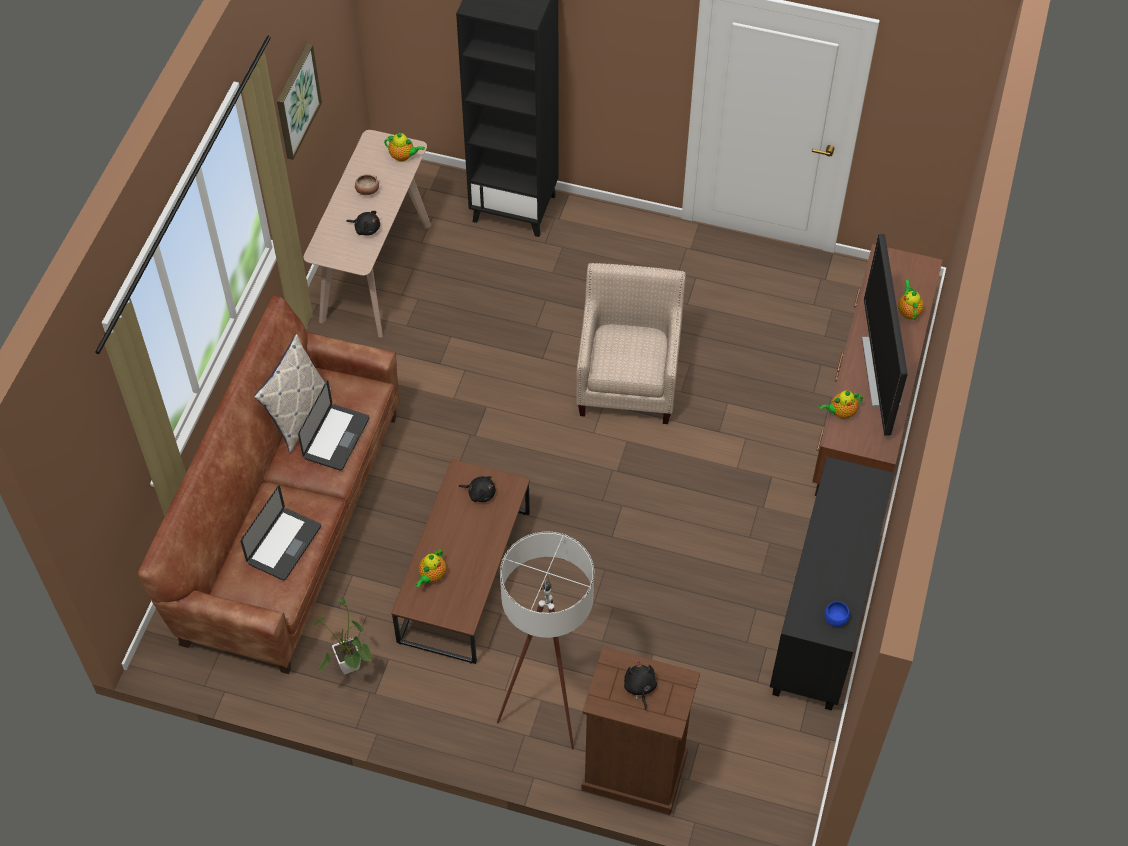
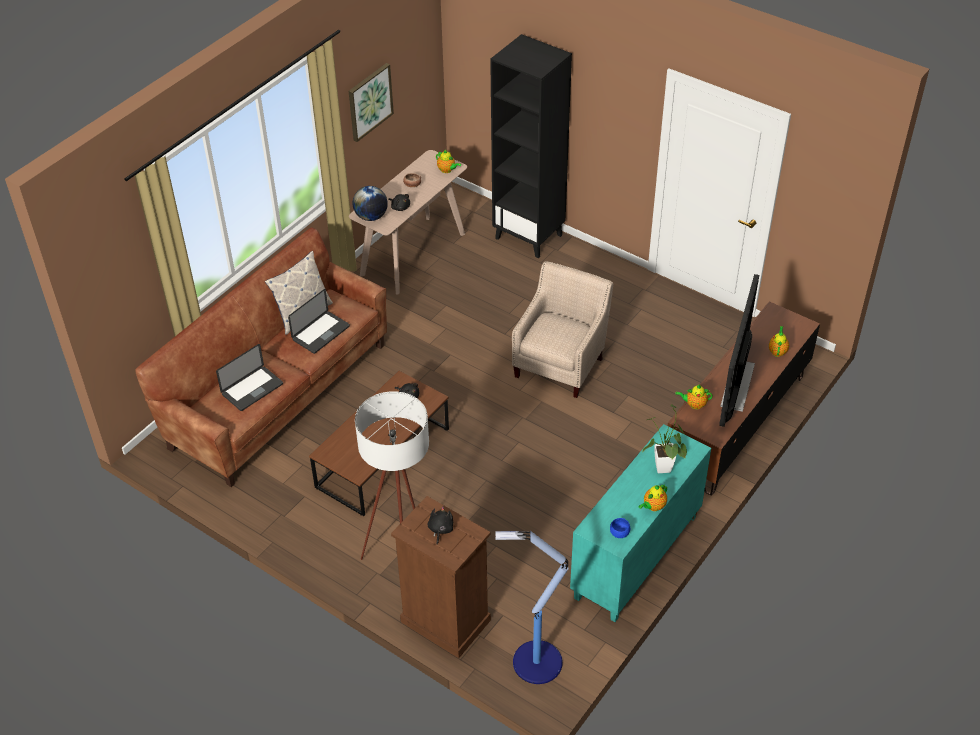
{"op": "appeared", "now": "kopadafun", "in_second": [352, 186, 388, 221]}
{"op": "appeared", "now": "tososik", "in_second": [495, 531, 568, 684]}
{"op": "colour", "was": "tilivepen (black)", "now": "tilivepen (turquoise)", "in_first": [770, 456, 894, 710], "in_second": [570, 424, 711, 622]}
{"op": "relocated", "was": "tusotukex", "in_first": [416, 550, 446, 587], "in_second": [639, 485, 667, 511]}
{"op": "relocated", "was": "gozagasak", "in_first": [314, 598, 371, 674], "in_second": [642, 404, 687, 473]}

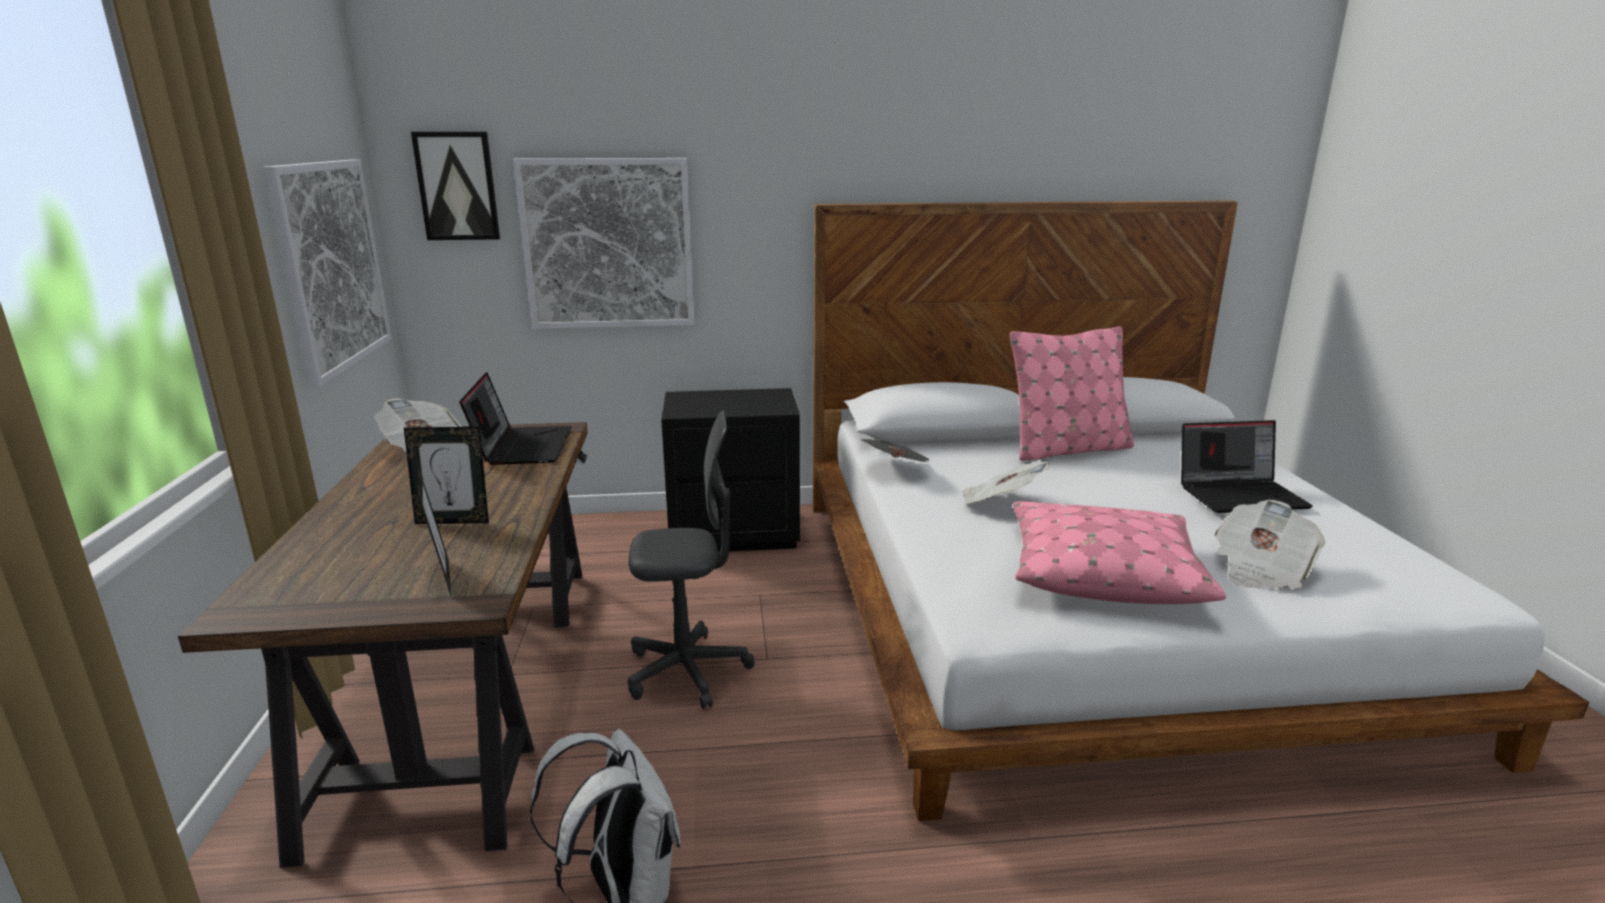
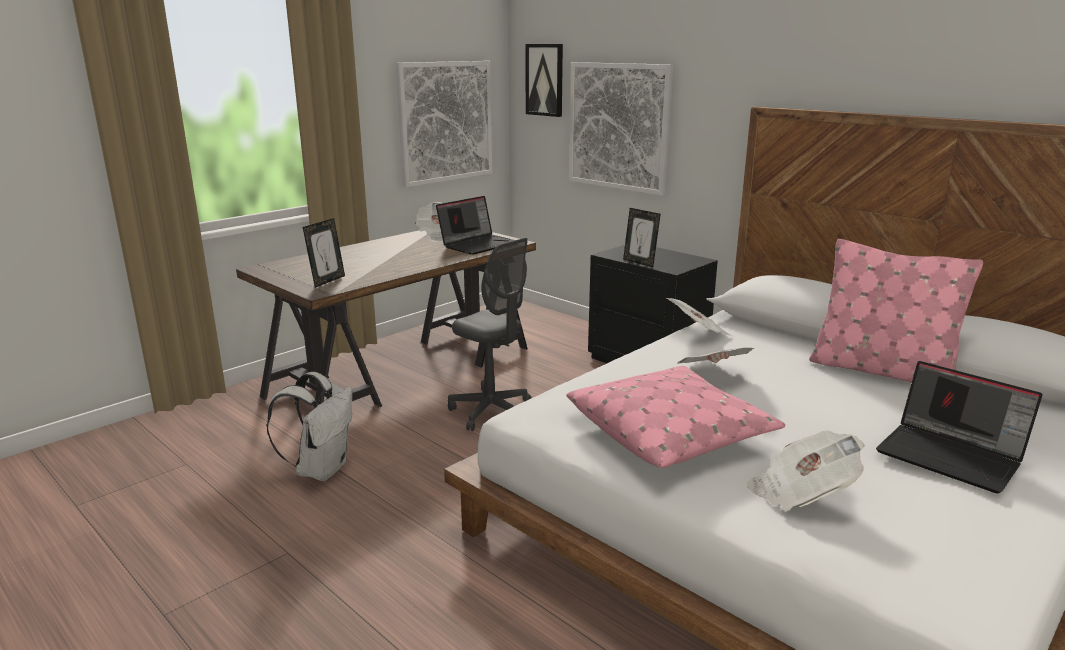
{"op": "relocated", "was": "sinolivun", "in_first": [404, 427, 489, 524], "in_second": [623, 208, 661, 267]}

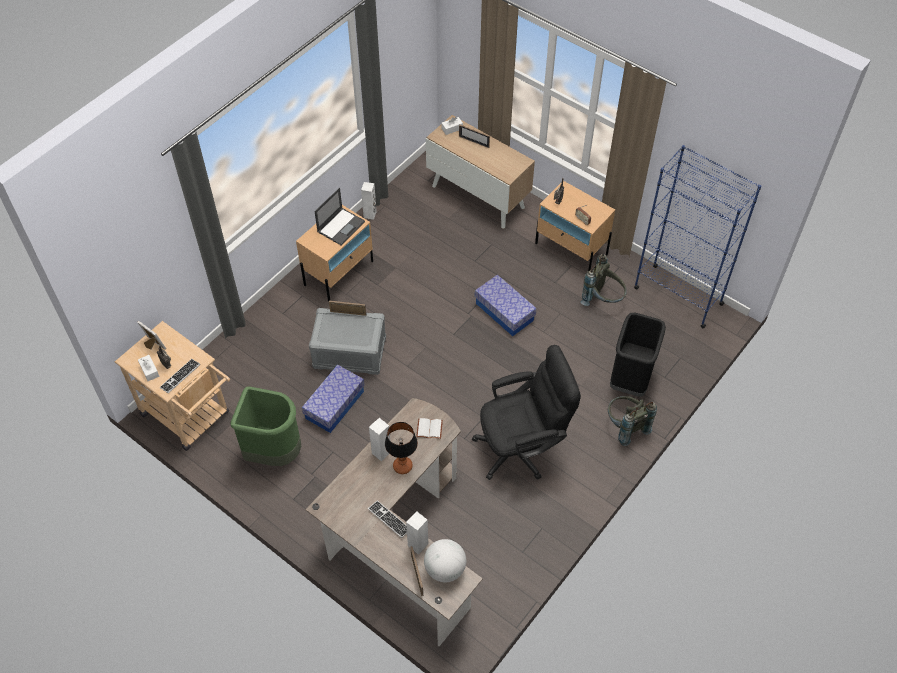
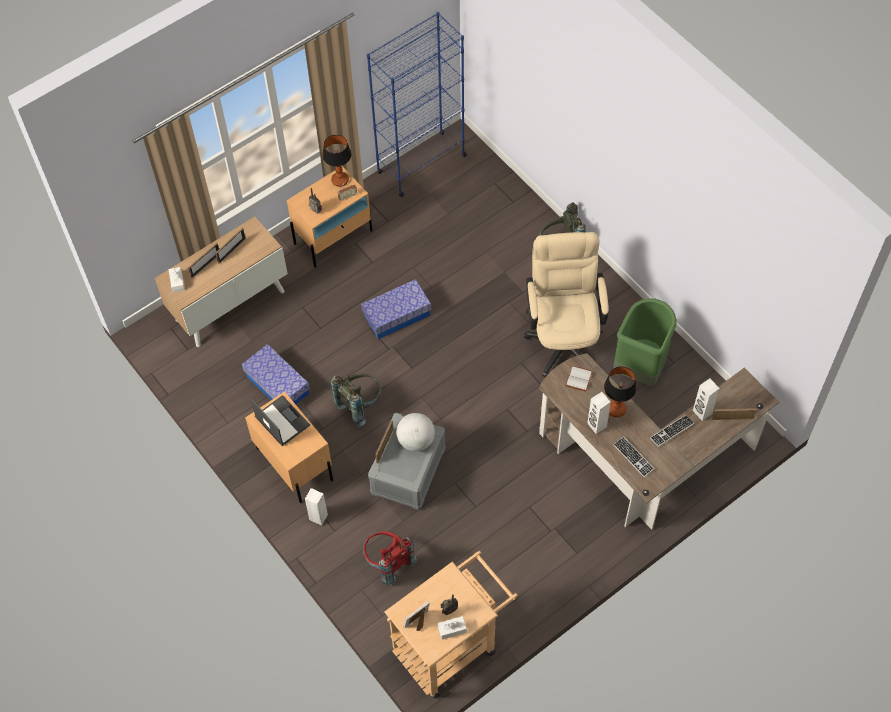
{"op": "appeared", "now": "sinolivun", "in_second": [215, 228, 246, 264]}
{"op": "relocated", "was": "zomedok", "in_first": [302, 365, 365, 433], "in_second": [242, 344, 310, 404]}
{"op": "relocated", "was": "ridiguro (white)", "in_first": [361, 182, 377, 220], "in_second": [305, 488, 328, 525]}
{"op": "appeared", "now": "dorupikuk", "in_second": [322, 135, 351, 187]}
{"op": "relocated", "was": "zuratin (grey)", "in_first": [580, 254, 627, 306], "in_second": [331, 373, 381, 427]}
{"op": "appeared", "now": "zuratin (red)", "in_second": [363, 531, 417, 586]}
{"op": "relocated", "was": "kopadafun", "in_first": [424, 539, 466, 582], "in_second": [396, 413, 435, 452]}
{"op": "colour", "was": "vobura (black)", "now": "vobura (beige)", "in_first": [472, 345, 581, 480], "in_second": [524, 232, 609, 377]}
{"op": "relocated", "was": "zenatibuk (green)", "in_first": [230, 386, 301, 466], "in_second": [613, 298, 677, 386]}
{"op": "relocated", "was": "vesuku", "in_first": [160, 359, 200, 393], "in_second": [613, 436, 654, 477]}
{"op": "missing", "was": "zenatibuk (black)", "in_first": [610, 313, 666, 397]}

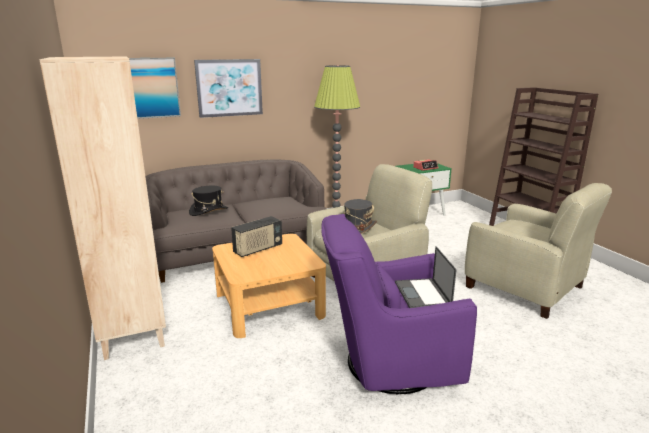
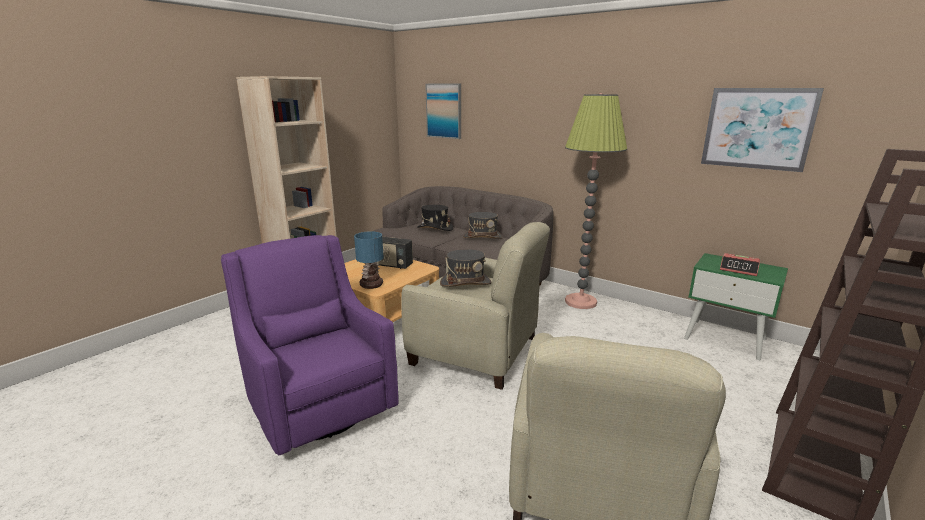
{"op": "appeared", "now": "dorupikuk", "in_second": [354, 231, 384, 289]}
{"op": "appeared", "now": "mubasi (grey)", "in_second": [463, 212, 503, 239]}
{"op": "relocated", "was": "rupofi", "in_first": [194, 59, 263, 118], "in_second": [701, 88, 824, 172]}
{"op": "missing", "was": "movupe", "in_first": [395, 246, 457, 308]}

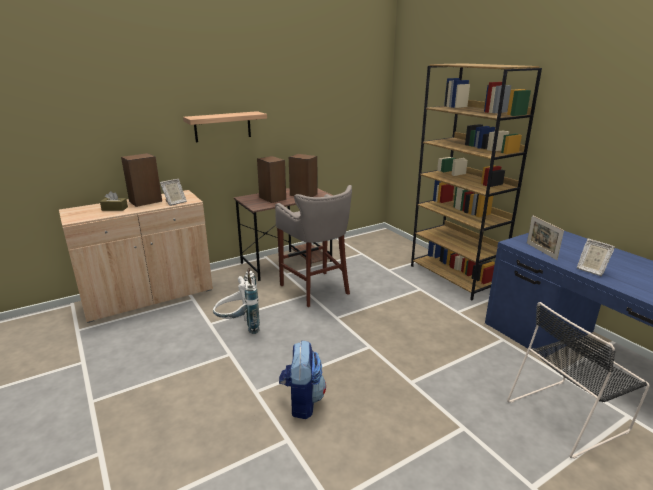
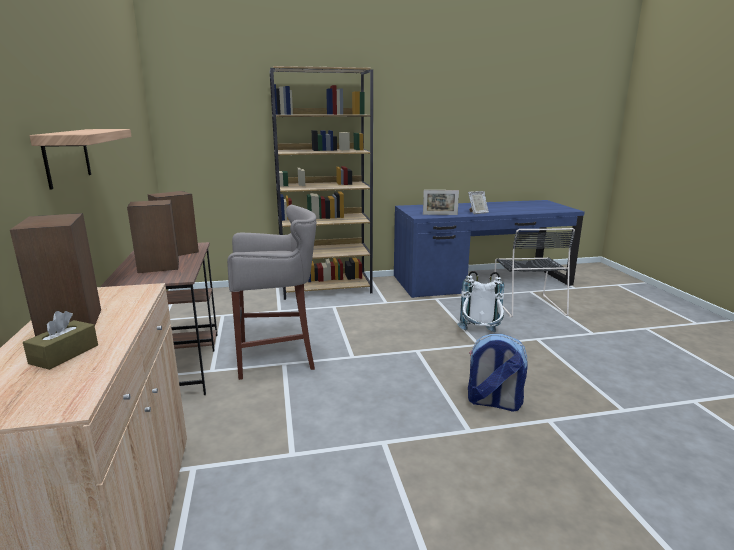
{"op": "relocated", "was": "zuratin (white)", "in_first": [213, 268, 260, 334], "in_second": [457, 271, 504, 332]}
{"op": "missing", "was": "sinolivun", "in_first": [160, 179, 187, 206]}

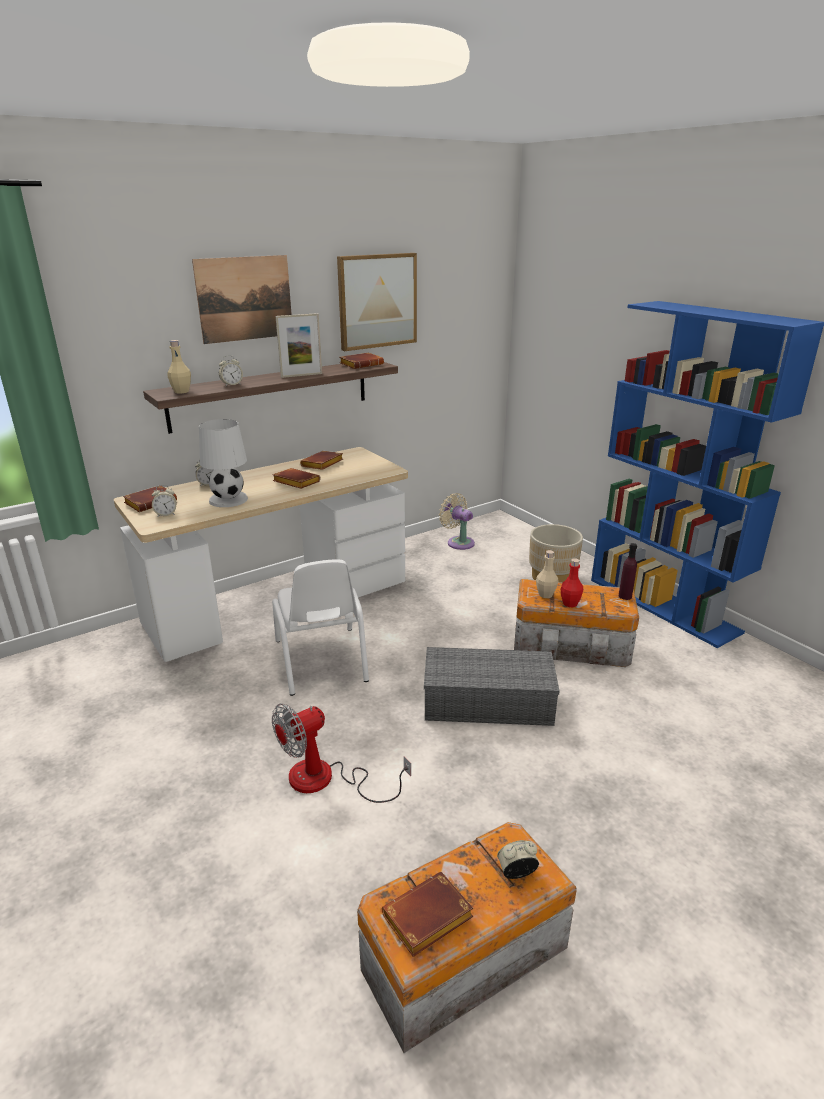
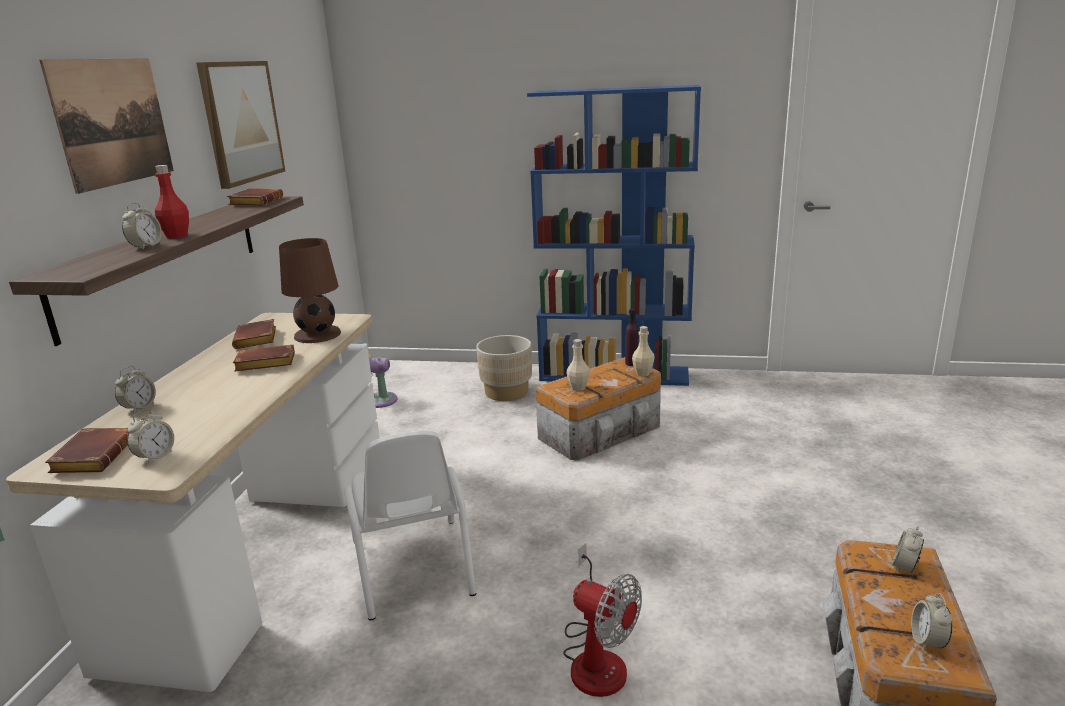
{"op": "relocated", "was": "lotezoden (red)", "in_first": [561, 558, 583, 607], "in_second": [155, 165, 189, 239]}
{"op": "appeared", "now": "dorupikuk (brown)", "in_second": [279, 238, 341, 343]}
{"op": "spun", "was": "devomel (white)", "in_first": [272, 559, 369, 696], "in_second": [344, 430, 476, 620], "clockwise": 45}
{"op": "spun", "was": "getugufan", "in_first": [272, 704, 411, 803], "in_second": [563, 543, 642, 697], "clockwise": -60}
{"op": "relocated", "was": "lotezoden (beige)", "in_first": [167, 340, 191, 393], "in_second": [632, 326, 655, 376]}
{"op": "exchanged", "was": "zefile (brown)", "now": "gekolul", "in_first": [382, 872, 473, 957], "in_second": [911, 593, 952, 651]}
{"op": "missing", "was": "dorupikuk (white)", "in_first": [199, 419, 248, 507]}
{"op": "missing", "was": "sinolivun", "in_first": [276, 313, 322, 378]}
{"op": "missing", "was": "zomedok (grey)", "in_first": [424, 647, 560, 726]}

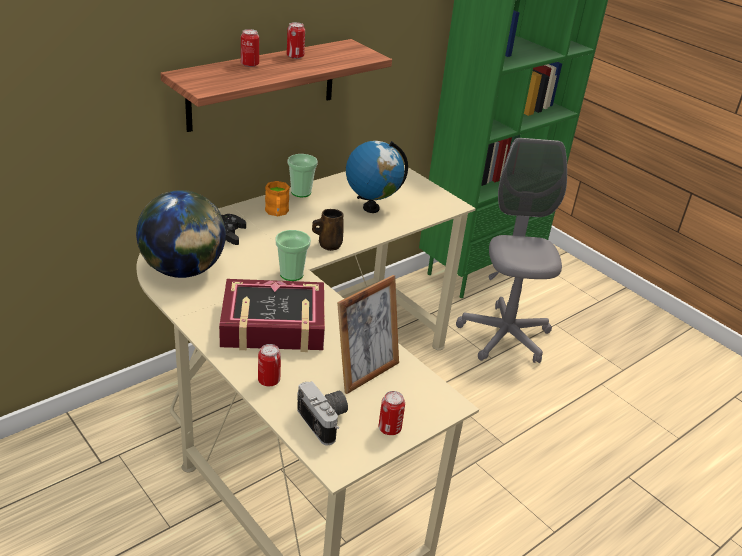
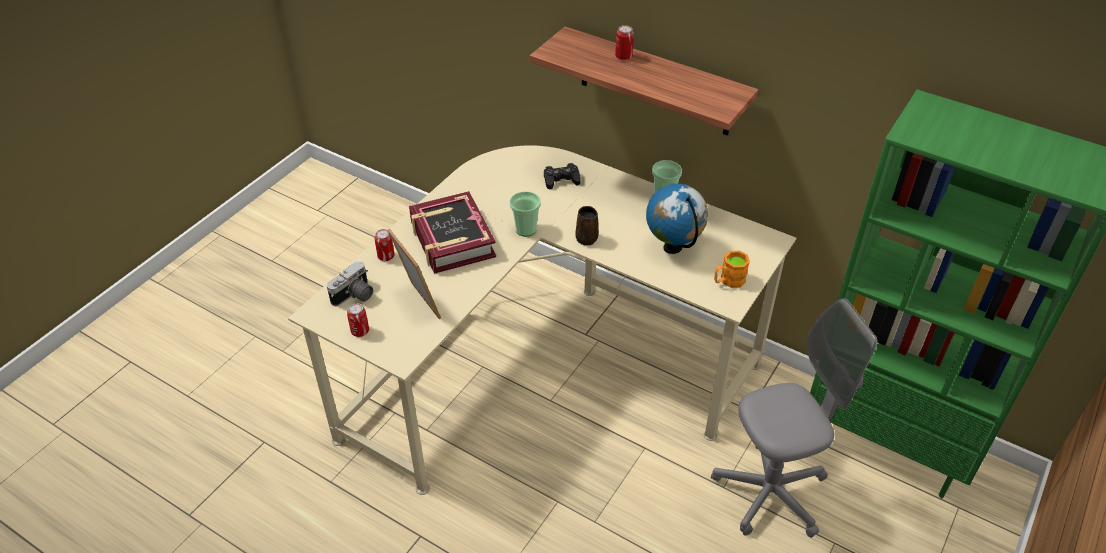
{"op": "spun", "was": "sinolivun", "in_first": [337, 275, 399, 394], "in_second": [388, 229, 441, 319], "clockwise": -150}
{"op": "relocated", "was": "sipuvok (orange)", "in_first": [265, 181, 290, 216], "in_second": [714, 251, 750, 288]}
{"op": "missing", "was": "kopadafun", "in_first": [136, 190, 226, 278]}
{"op": "missing", "was": "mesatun", "in_first": [287, 22, 305, 59]}

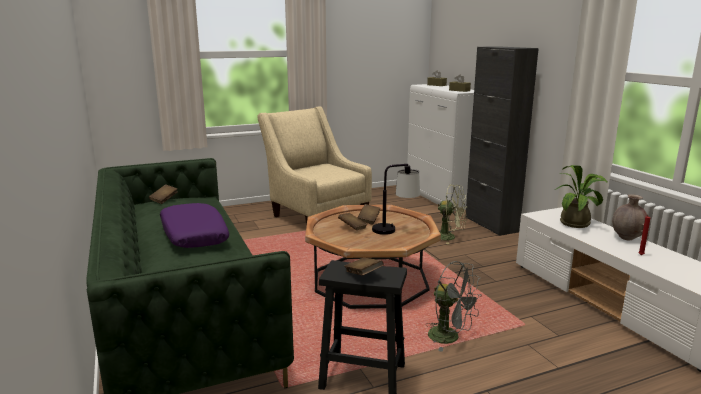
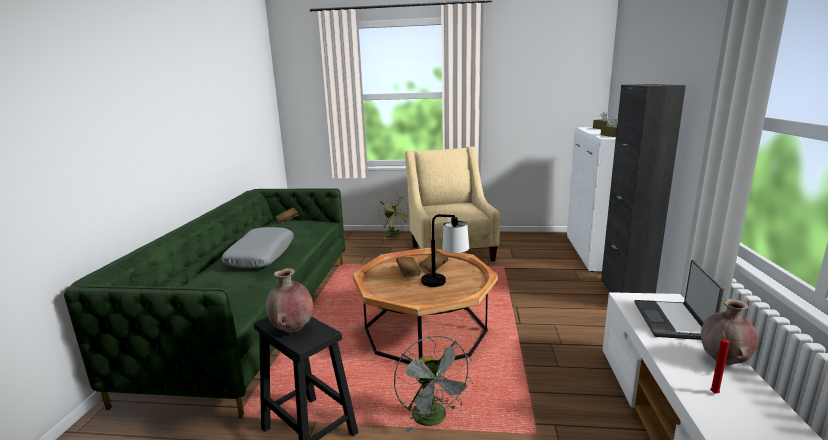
{"op": "colour", "was": "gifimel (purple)", "now": "gifimel (grey)", "in_first": [160, 203, 229, 248], "in_second": [222, 227, 294, 268]}
{"op": "exchanged", "was": "zefile (brown)", "now": "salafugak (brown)", "in_first": [345, 258, 384, 276], "in_second": [266, 268, 313, 333]}
{"op": "relocated", "was": "getugufan (green)", "in_first": [438, 184, 467, 244], "in_second": [378, 194, 409, 239]}
{"op": "exchanged", "was": "gozagasak", "now": "movupe", "in_first": [555, 165, 607, 228], "in_second": [634, 260, 724, 340]}

